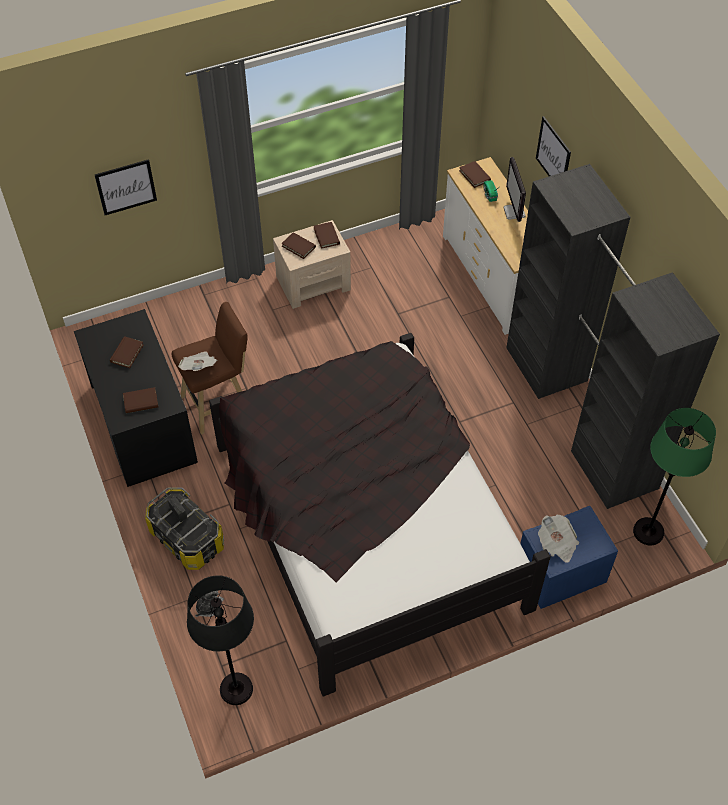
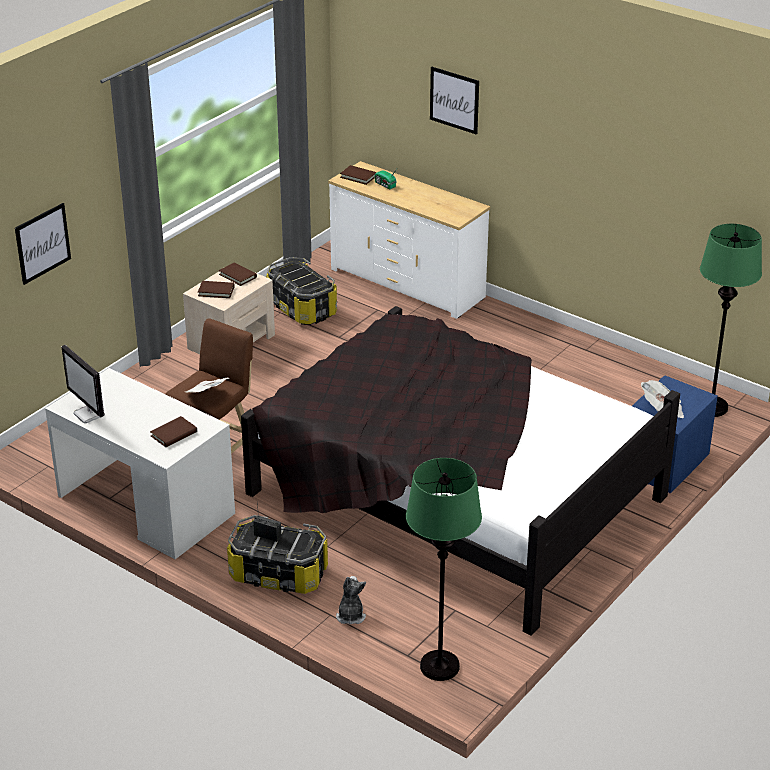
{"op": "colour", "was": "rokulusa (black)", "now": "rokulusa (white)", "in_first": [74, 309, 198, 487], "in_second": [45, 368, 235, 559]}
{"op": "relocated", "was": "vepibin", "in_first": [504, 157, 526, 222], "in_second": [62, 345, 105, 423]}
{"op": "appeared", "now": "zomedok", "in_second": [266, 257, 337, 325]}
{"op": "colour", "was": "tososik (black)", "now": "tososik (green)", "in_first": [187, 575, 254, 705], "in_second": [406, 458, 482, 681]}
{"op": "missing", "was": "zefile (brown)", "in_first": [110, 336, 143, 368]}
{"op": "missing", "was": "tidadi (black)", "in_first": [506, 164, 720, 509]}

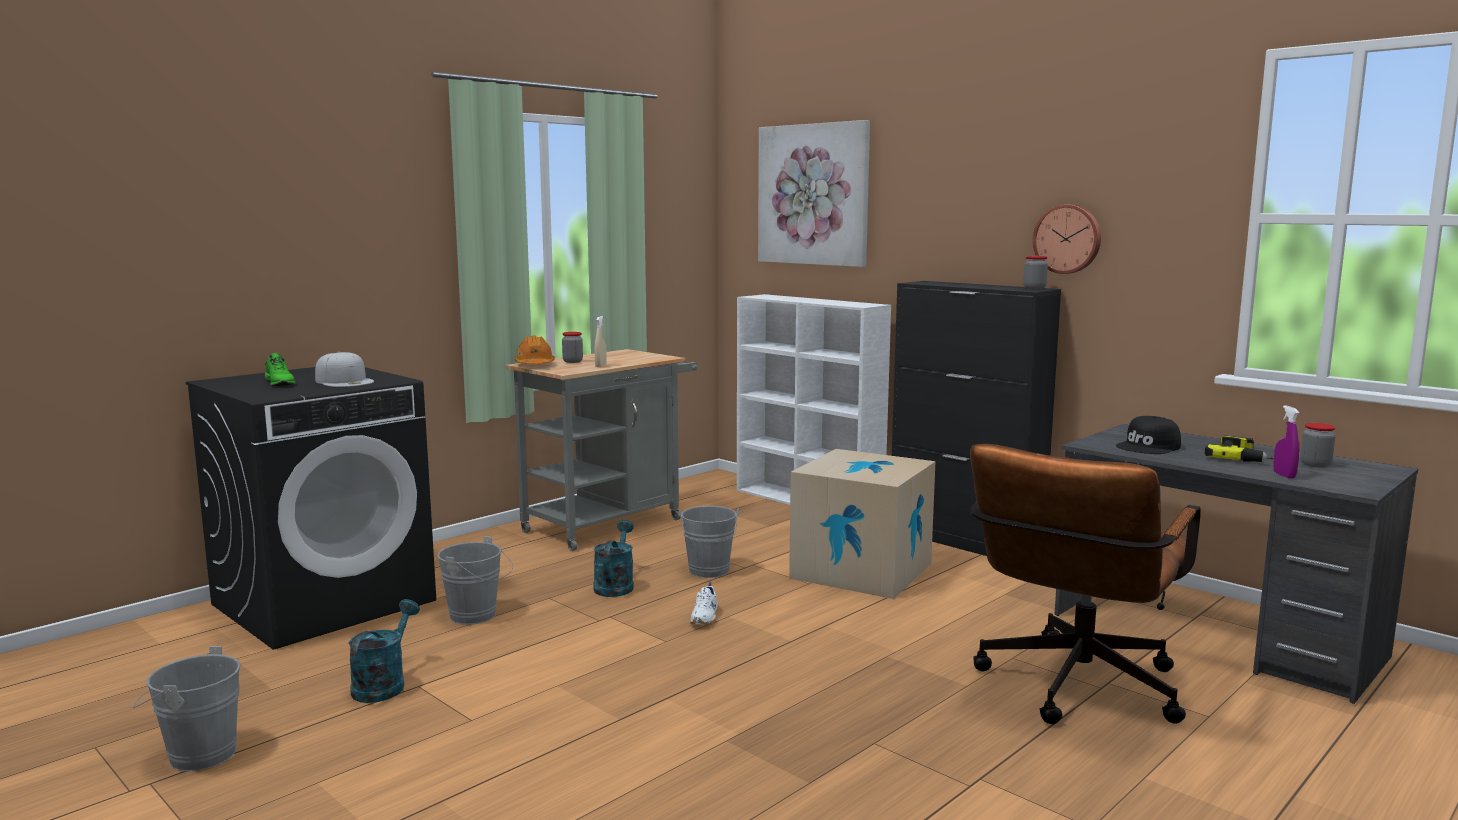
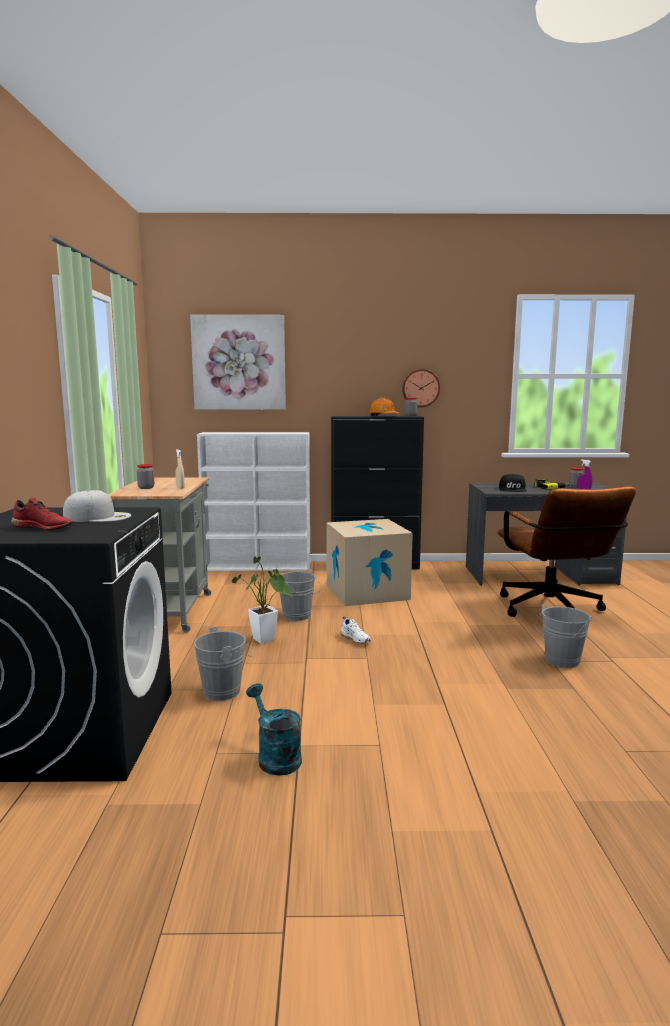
{"op": "colour", "was": "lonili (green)", "now": "lonili (red)", "in_first": [265, 353, 296, 386], "in_second": [11, 498, 73, 530]}
{"op": "exchanged", "was": "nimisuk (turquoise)", "now": "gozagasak", "in_first": [594, 520, 634, 597], "in_second": [232, 557, 292, 644]}
{"op": "relocated", "was": "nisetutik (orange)", "in_first": [514, 335, 555, 364], "in_second": [368, 398, 399, 416]}
{"op": "relocated", "was": "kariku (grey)", "in_first": [132, 646, 240, 772], "in_second": [536, 604, 592, 668]}

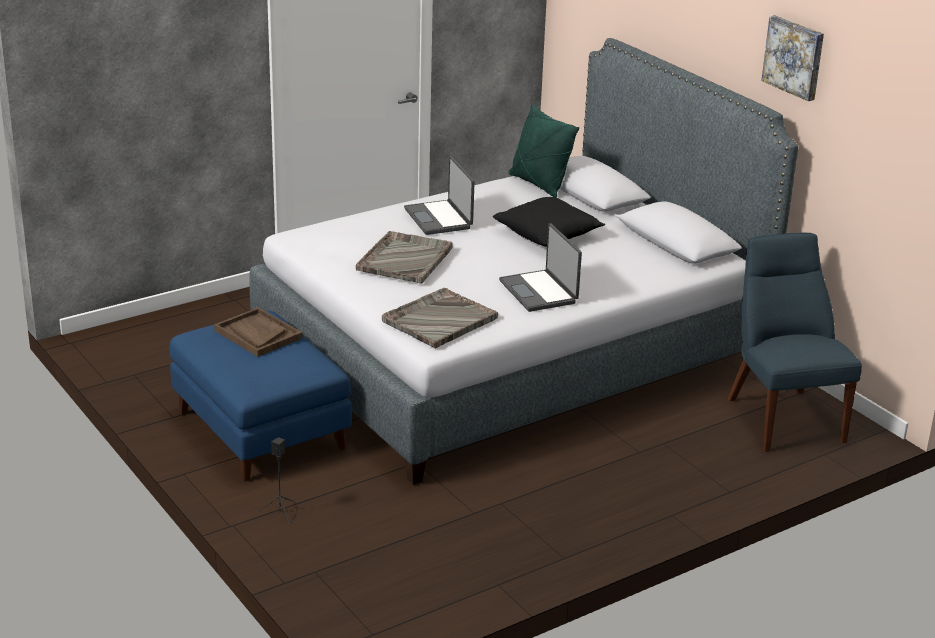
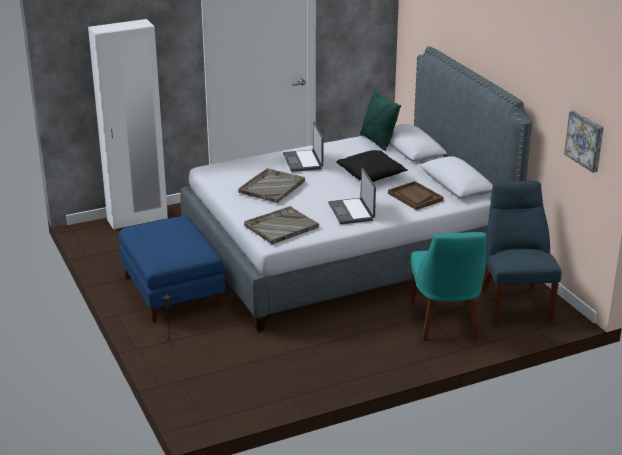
{"op": "appeared", "now": "tidadi (white)", "in_second": [88, 19, 168, 230]}
{"op": "relocated", "was": "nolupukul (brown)", "in_first": [214, 307, 302, 357], "in_second": [388, 181, 444, 210]}
{"op": "appeared", "now": "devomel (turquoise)", "in_second": [411, 232, 486, 341]}
{"op": "relocated", "was": "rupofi", "in_first": [761, 15, 824, 101], "in_second": [564, 110, 604, 173]}

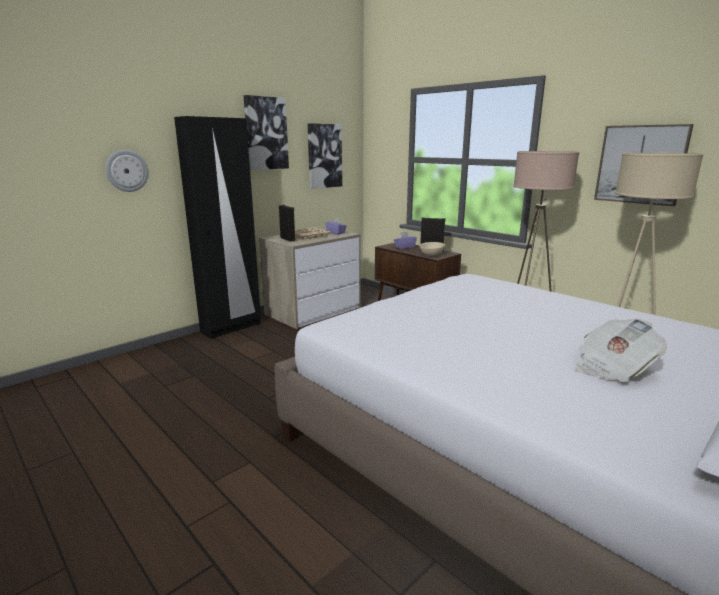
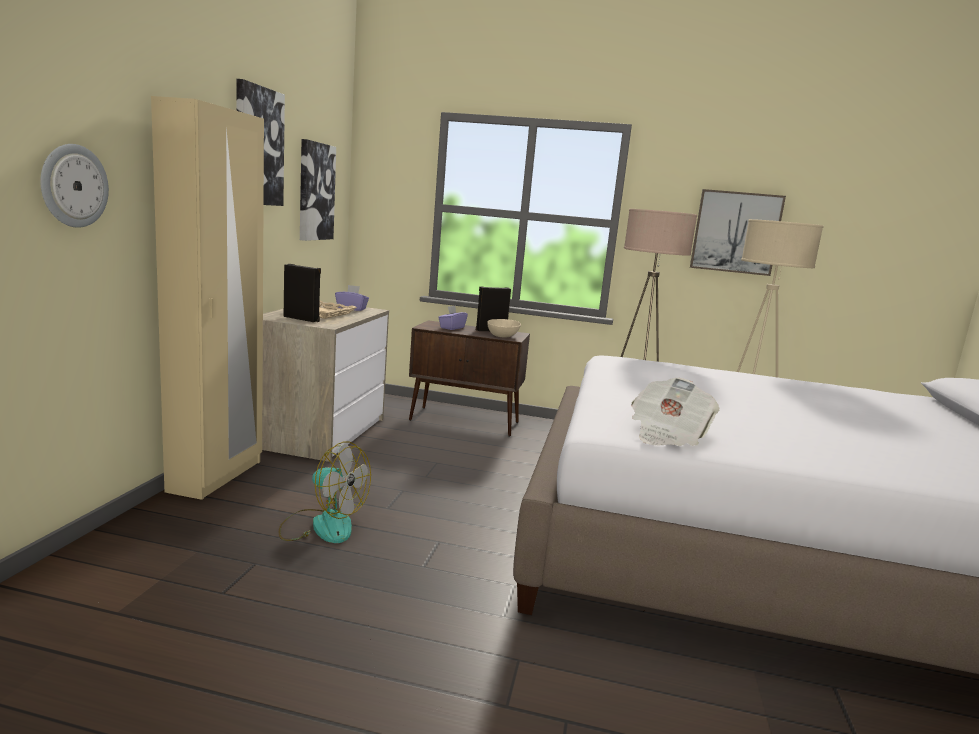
{"op": "colour", "was": "tidadi (black)", "now": "tidadi (beige)", "in_first": [174, 116, 261, 339], "in_second": [151, 96, 264, 500]}
{"op": "appeared", "now": "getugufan", "in_second": [279, 441, 371, 543]}
{"op": "relocated", "was": "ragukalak", "in_first": [575, 319, 667, 382], "in_second": [631, 378, 719, 446]}

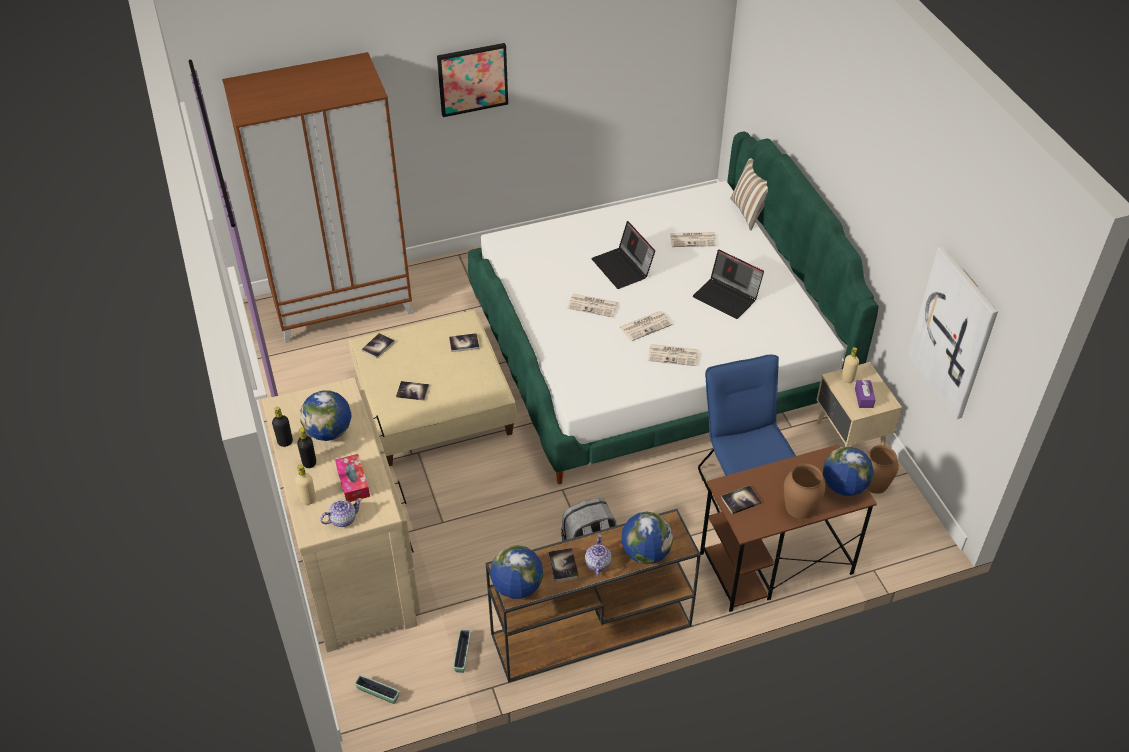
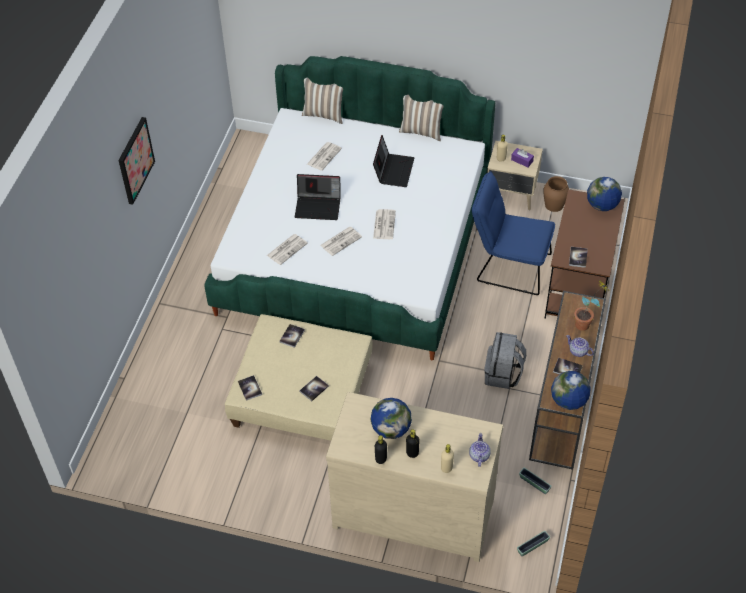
{"op": "relocated", "was": "ragukalak", "in_first": [648, 344, 698, 366], "in_second": [267, 234, 308, 265]}
{"op": "spun", "was": "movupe", "in_first": [693, 250, 764, 319], "in_second": [373, 135, 414, 187], "clockwise": -60}
{"op": "appeared", "now": "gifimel", "in_second": [399, 95, 443, 141]}
{"op": "exchanged", "was": "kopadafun", "now": "gozagasak", "in_first": [621, 512, 673, 564], "in_second": [574, 281, 609, 331]}
{"op": "missing", "was": "tidadi (brown)", "in_first": [222, 52, 412, 343]}
{"op": "missing", "was": "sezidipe", "in_first": [335, 454, 370, 502]}
{"op": "missing", "was": "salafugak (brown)", "in_first": [784, 464, 825, 519]}
{"op": "missing", "was": "rupofi", "in_first": [908, 247, 998, 419]}

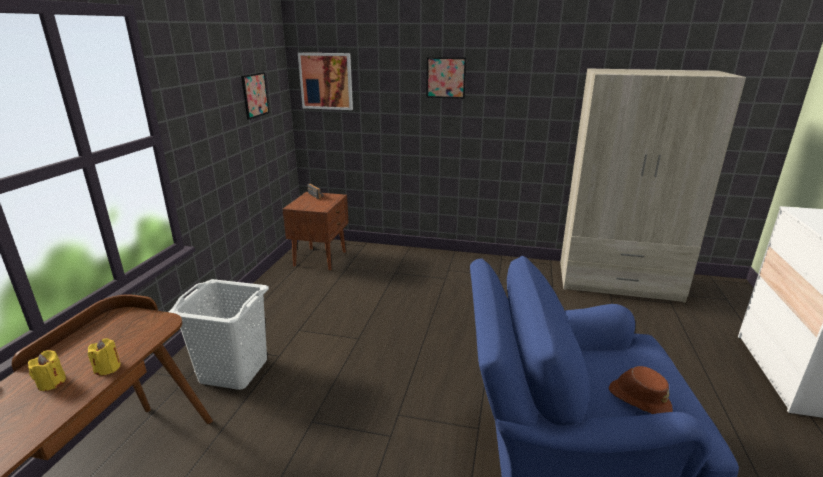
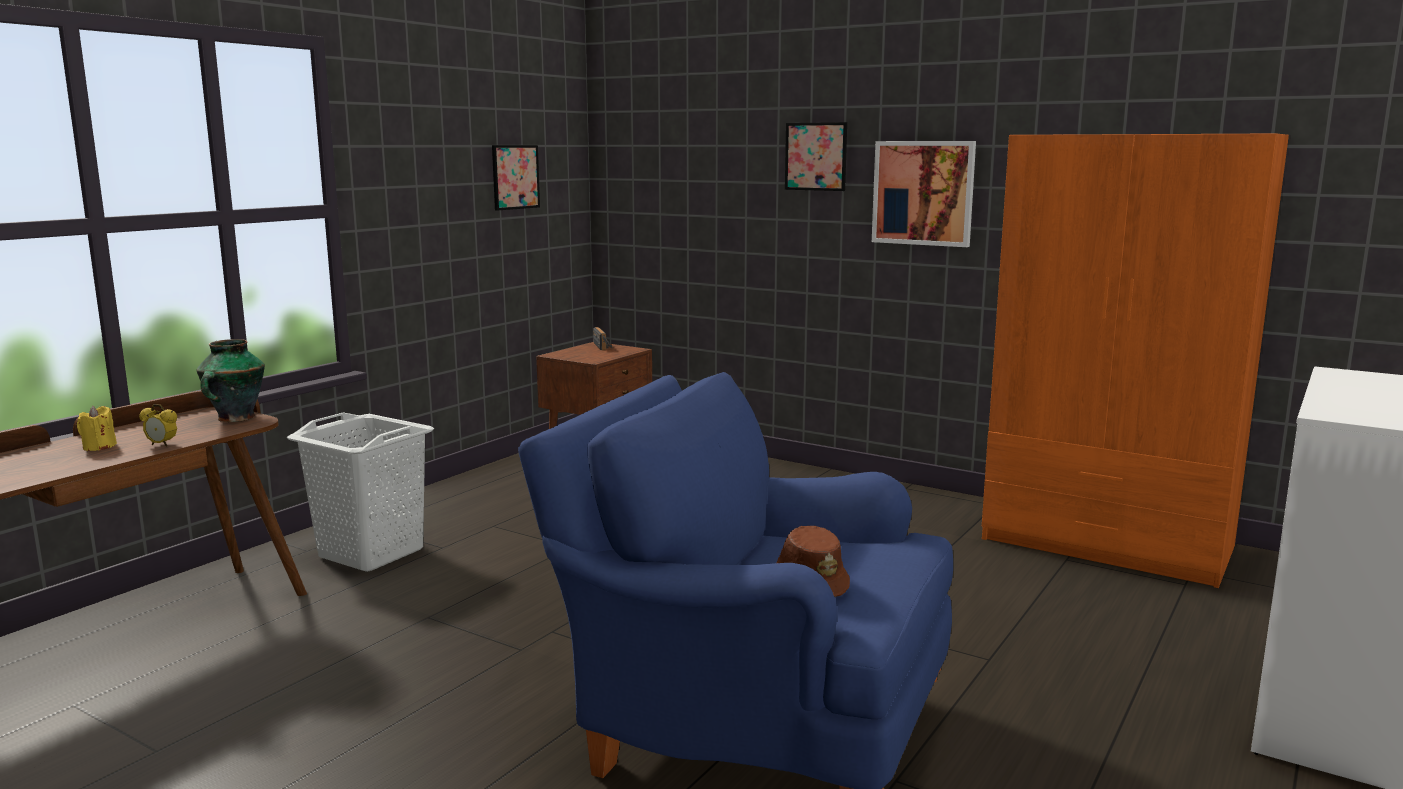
{"op": "exchanged", "was": "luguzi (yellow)", "now": "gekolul", "in_first": [88, 338, 121, 375], "in_second": [139, 404, 177, 446]}
{"op": "appeared", "now": "salafugak", "in_second": [196, 339, 265, 422]}
{"op": "relocated", "was": "rupofi", "in_first": [298, 53, 353, 110], "in_second": [872, 141, 976, 247]}
{"op": "colour", "was": "tidadi (beige)", "now": "tidadi (orange)", "in_first": [560, 69, 746, 303], "in_second": [982, 134, 1289, 588]}

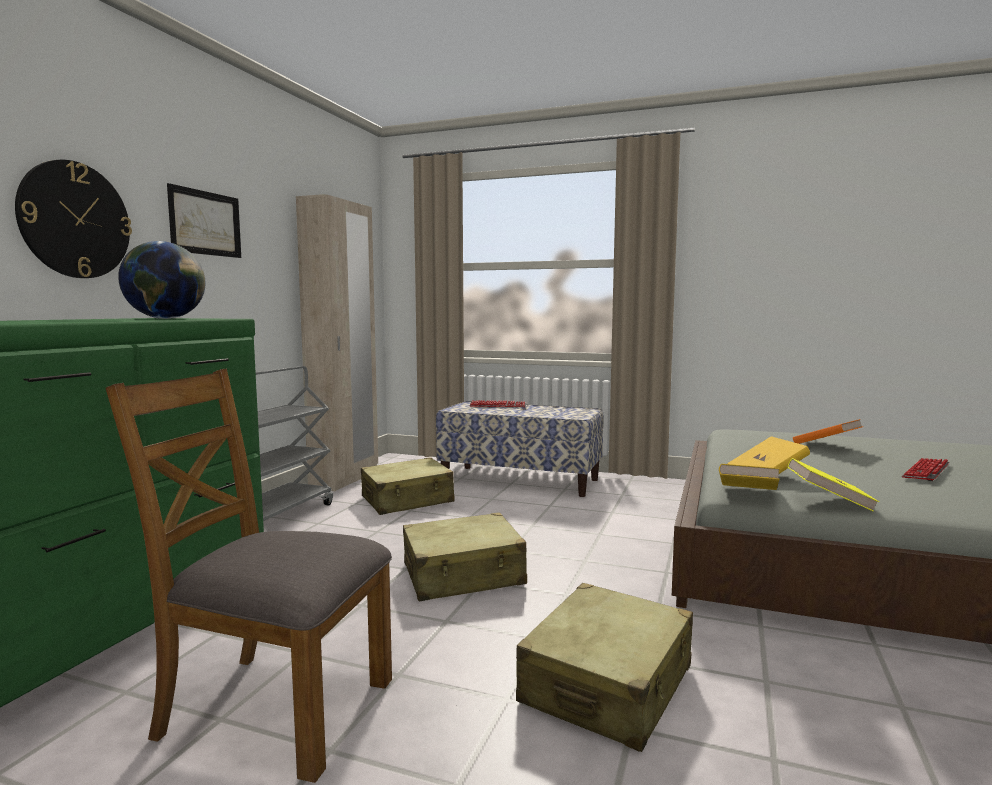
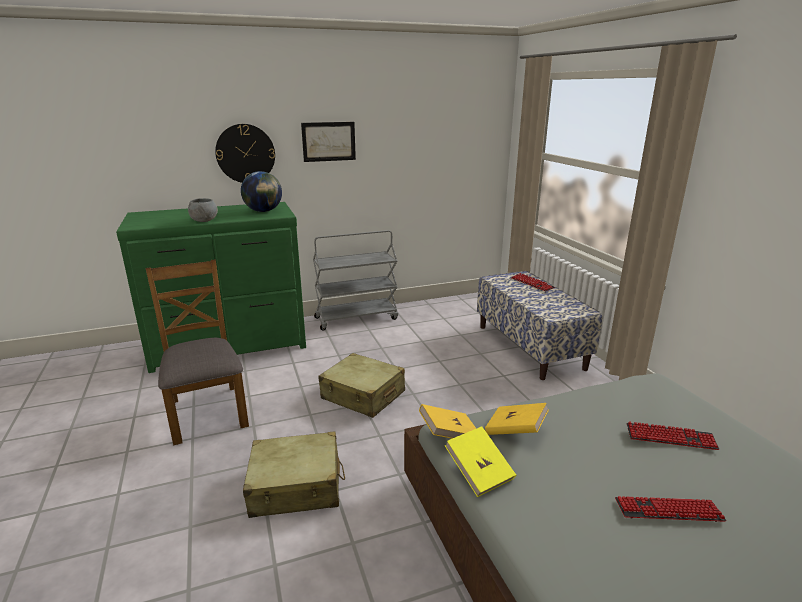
{"op": "appeared", "now": "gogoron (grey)", "in_second": [188, 198, 218, 222]}
{"op": "exchanged", "was": "zefile (orange)", "now": "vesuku", "in_first": [793, 419, 863, 444], "in_second": [627, 422, 719, 450]}
{"op": "missing", "was": "tidadi (beige)", "in_first": [296, 194, 378, 491]}
{"op": "missing", "was": "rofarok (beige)", "in_first": [361, 457, 454, 515]}

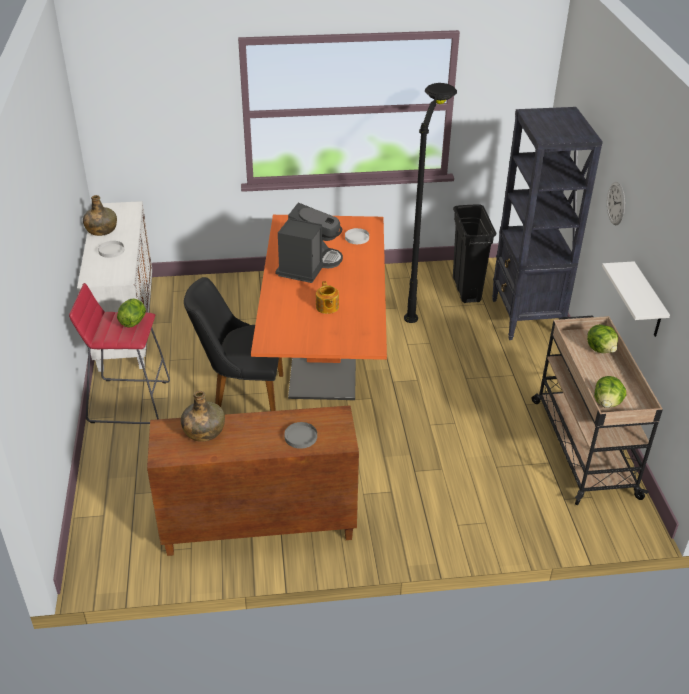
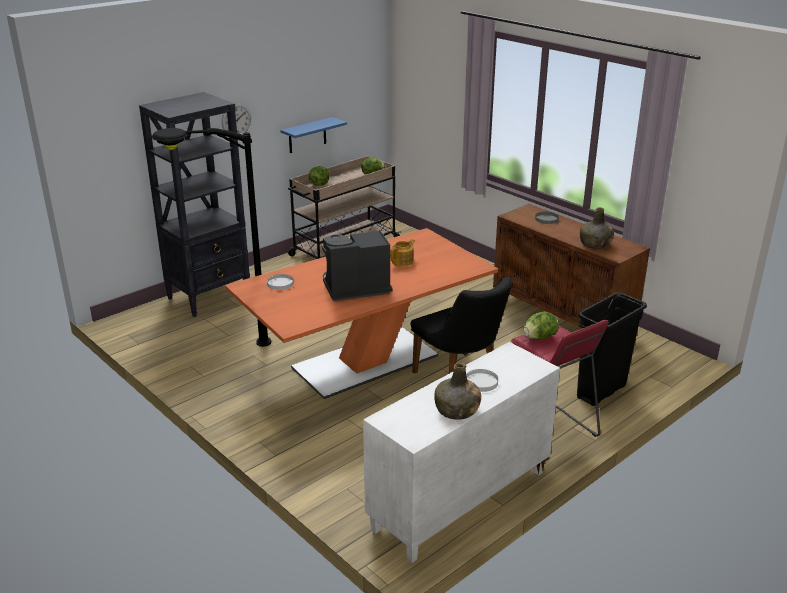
{"op": "colour", "was": "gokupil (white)", "now": "gokupil (blue)", "in_first": [602, 261, 670, 337], "in_second": [281, 117, 347, 153]}
{"op": "relocated", "was": "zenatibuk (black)", "in_first": [453, 205, 496, 303], "in_second": [577, 292, 647, 406]}

